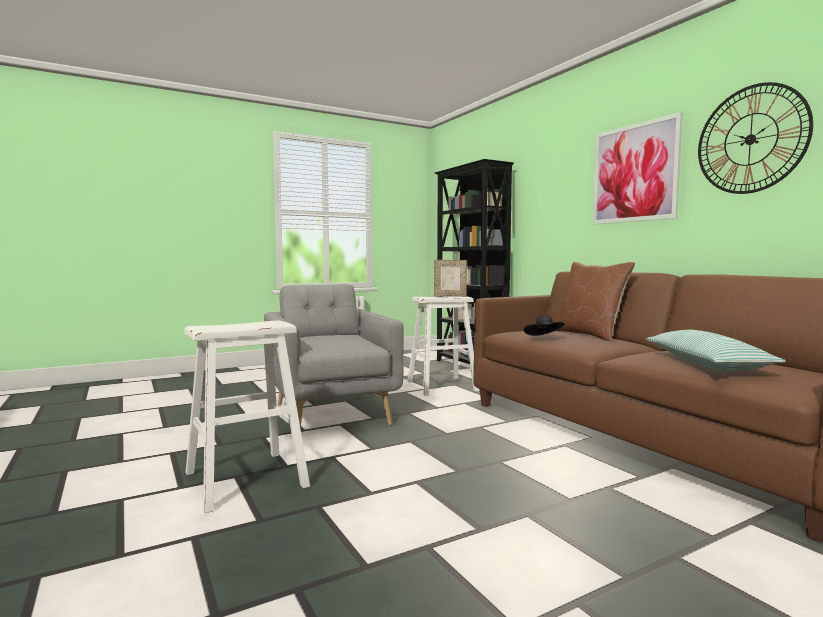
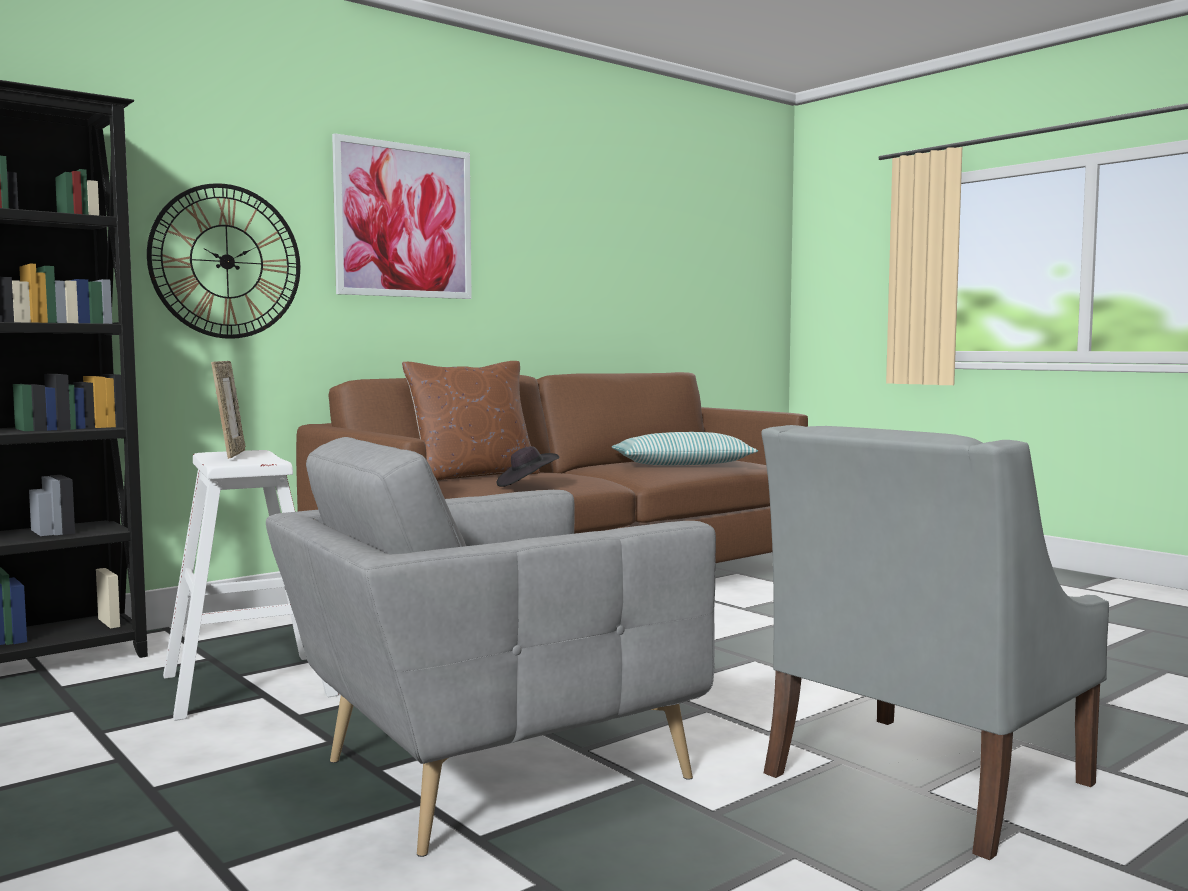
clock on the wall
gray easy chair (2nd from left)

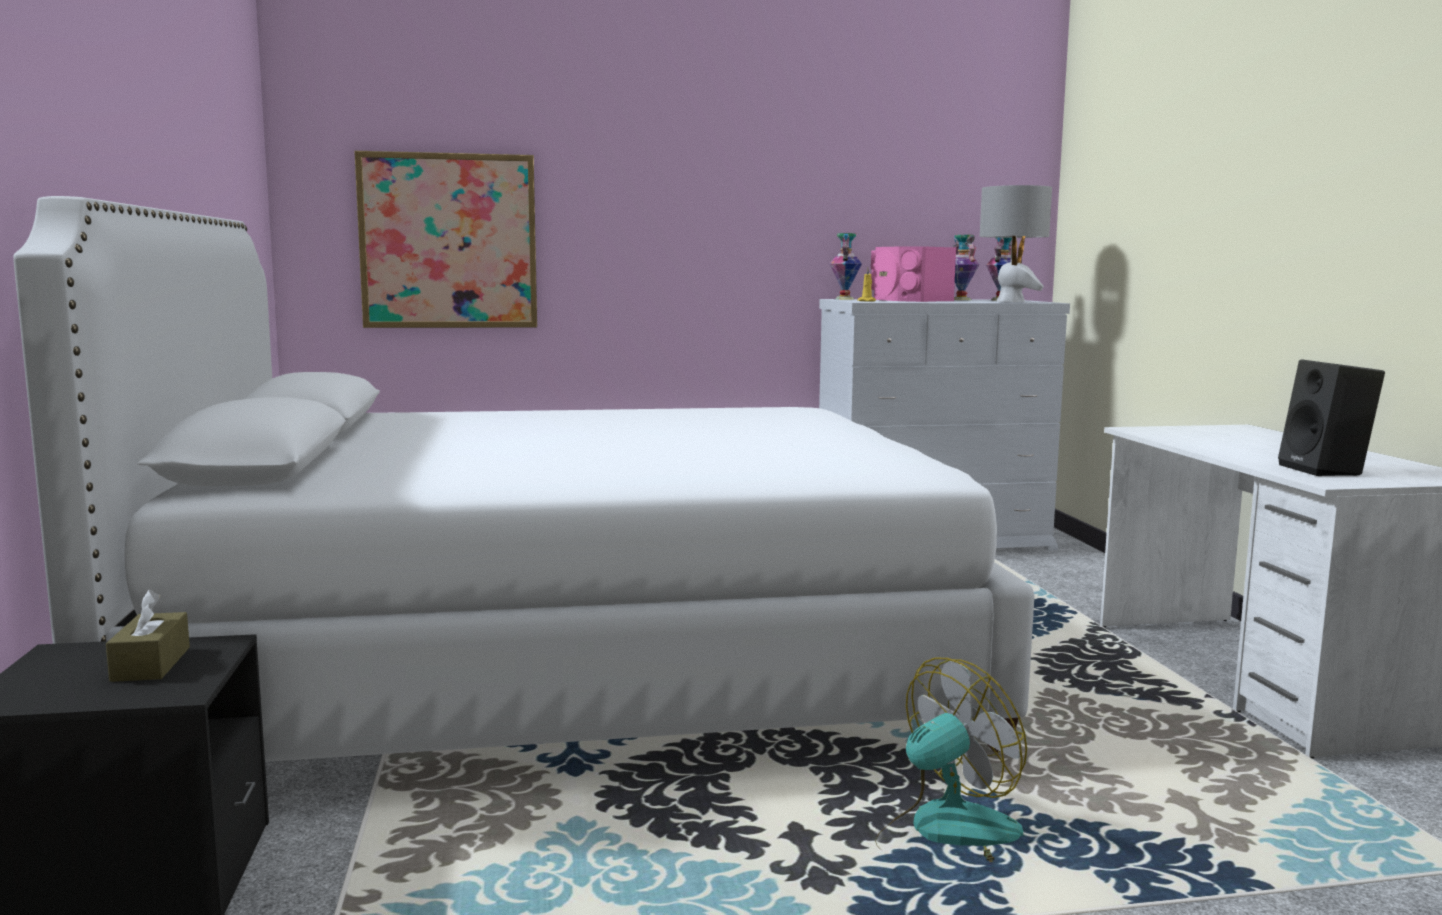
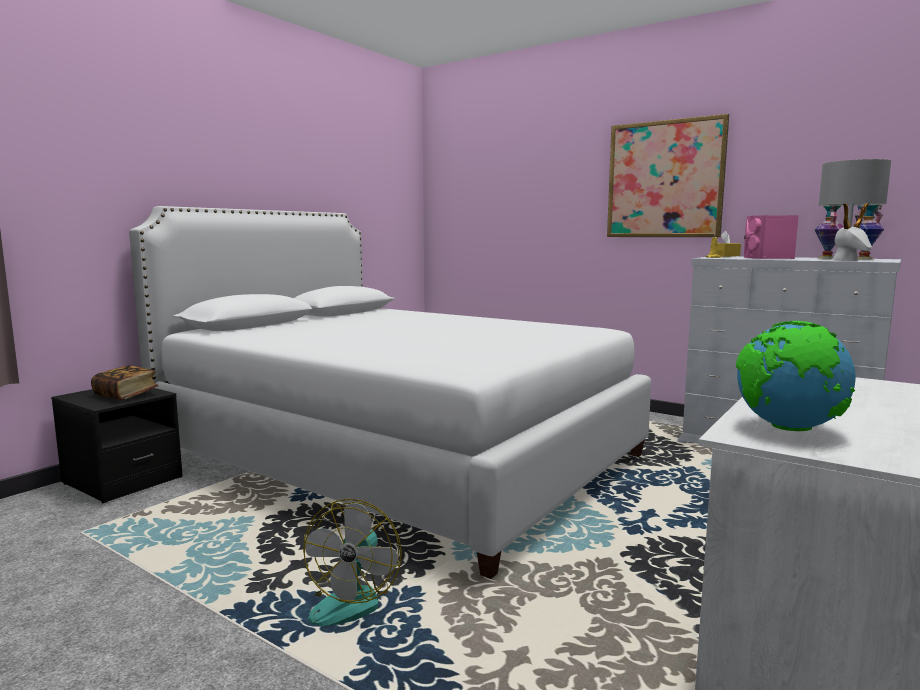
wall art
yellow box of tissues
globe
bound book
fan

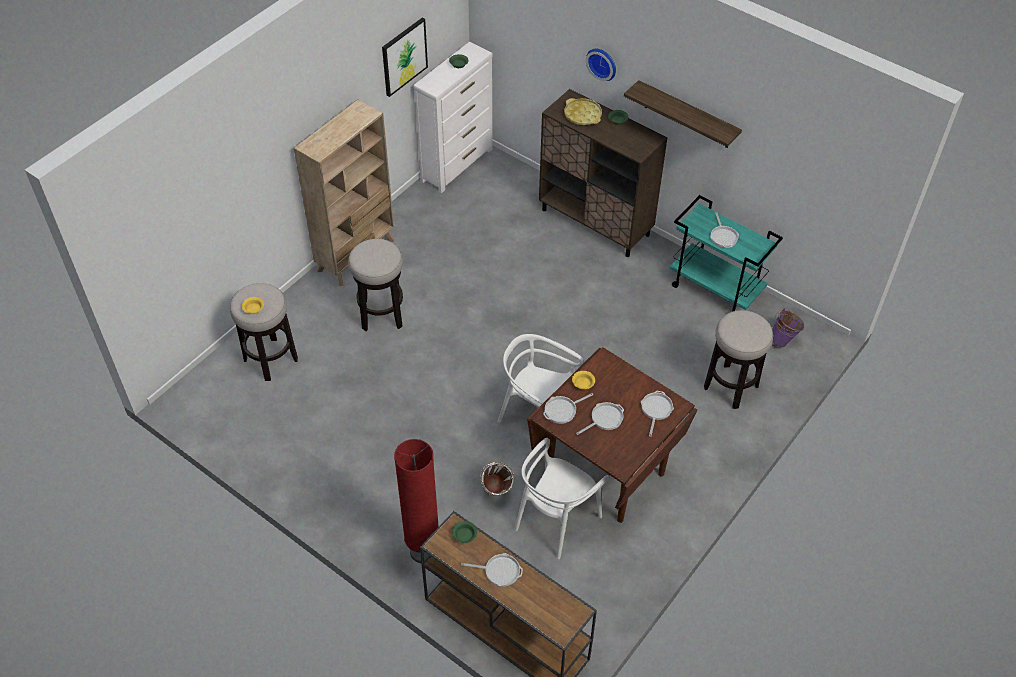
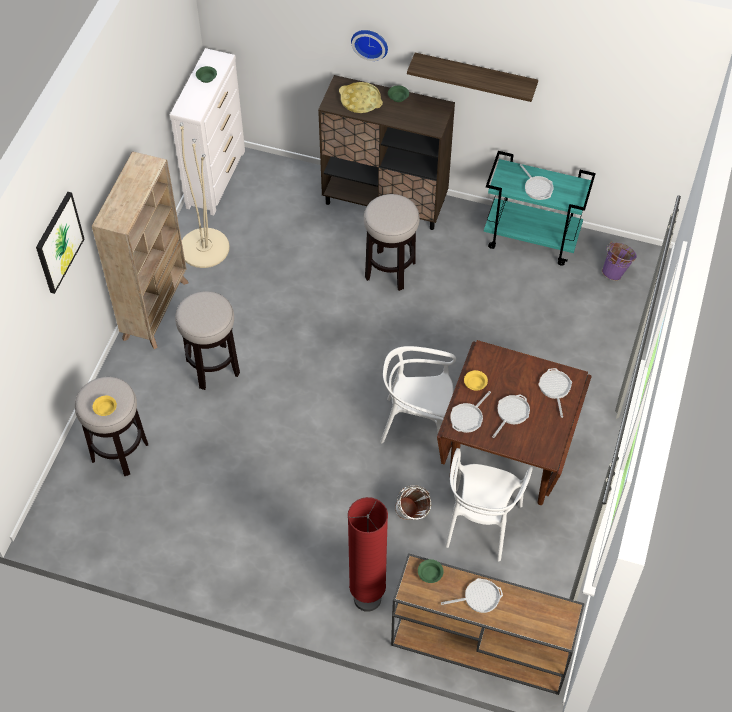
wall art
sitting stool (3rd from left)
sand-coloured floor lamp

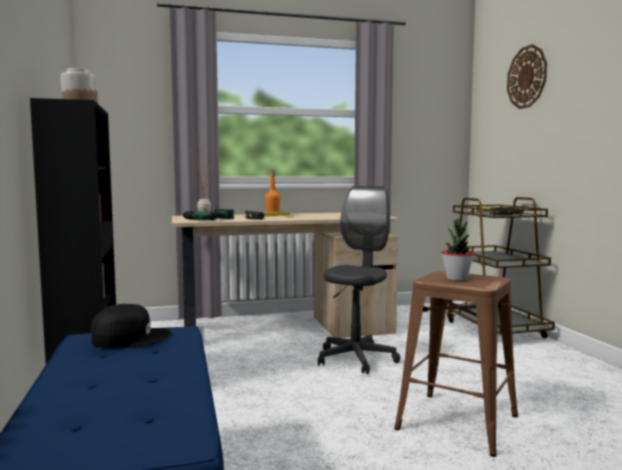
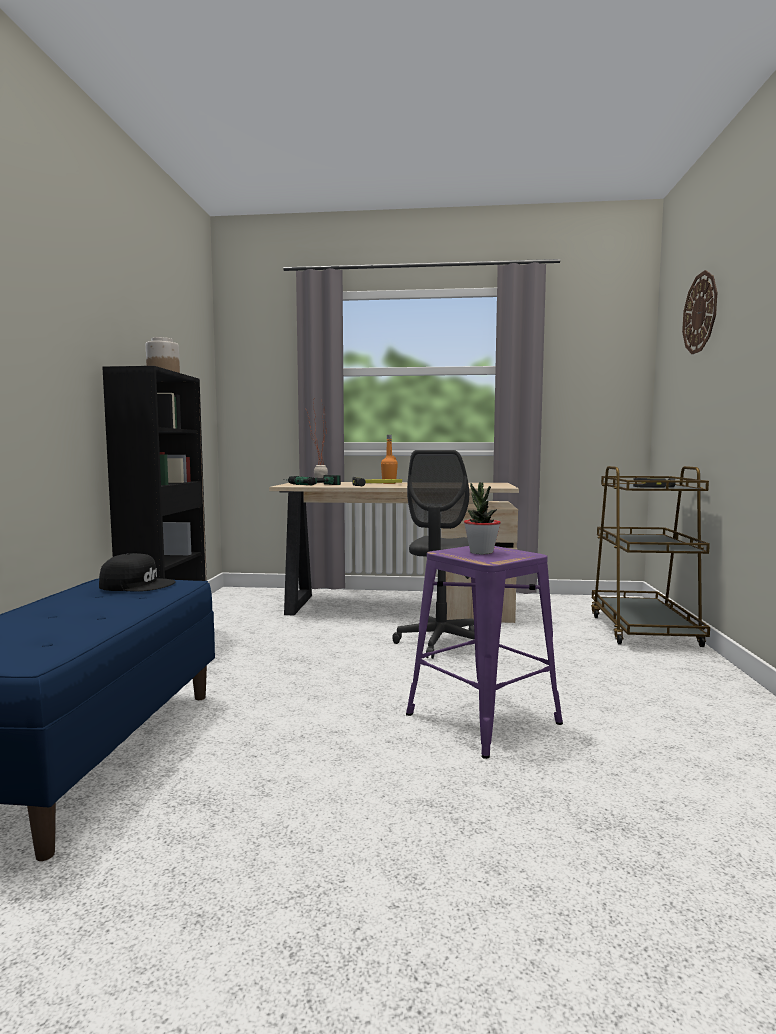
gray office chair
purplish sitting stool

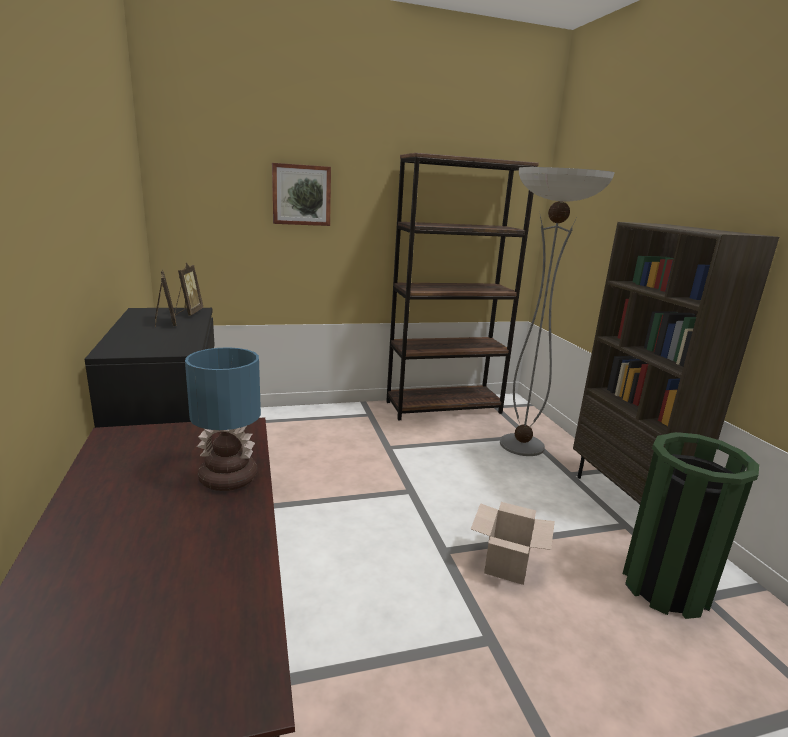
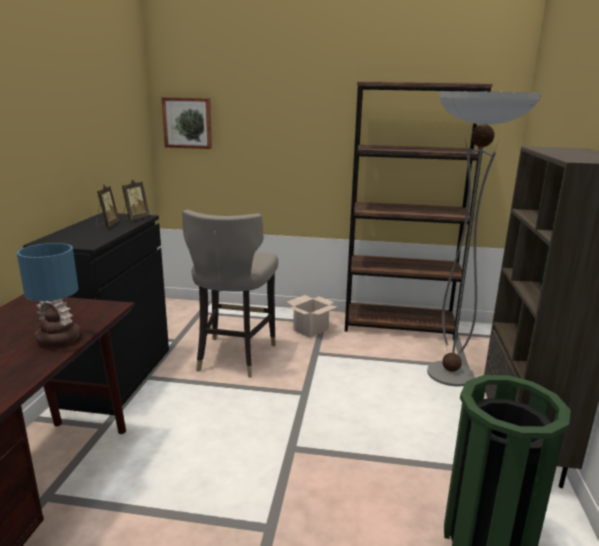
wall art
carton
gray sitting stool

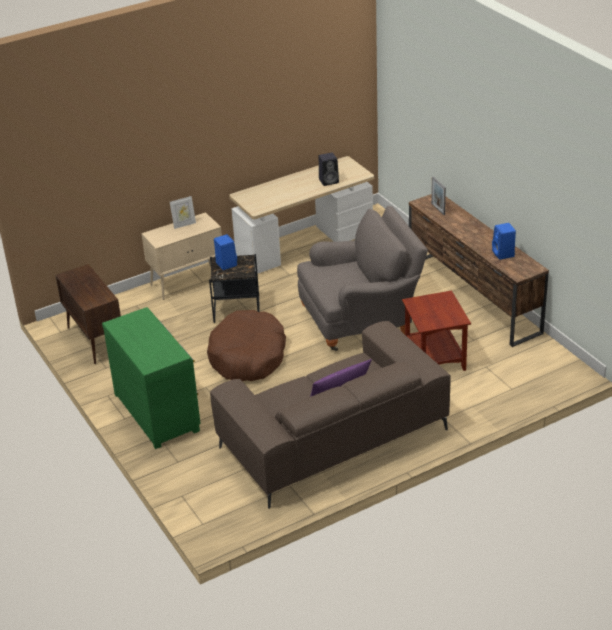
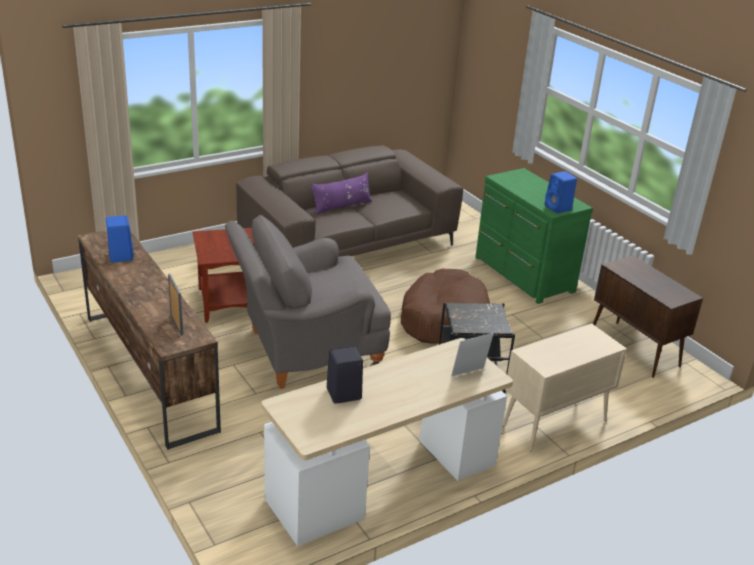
photo frame (2nd from left)
blue audio speaker (2nd from left)

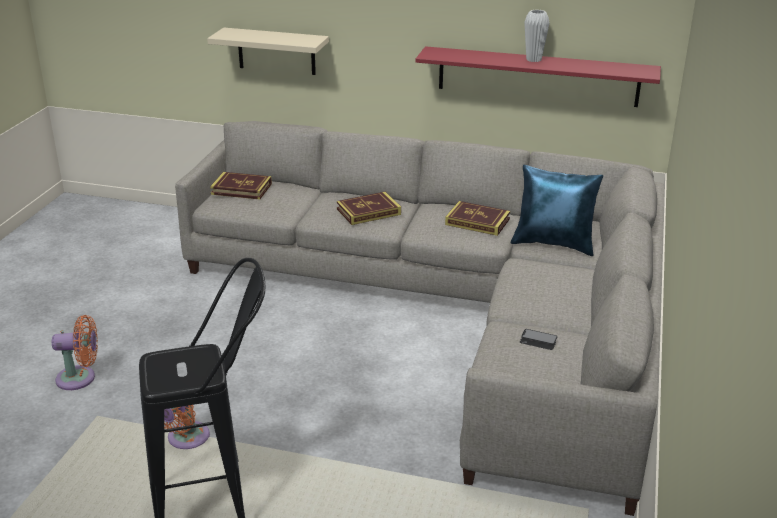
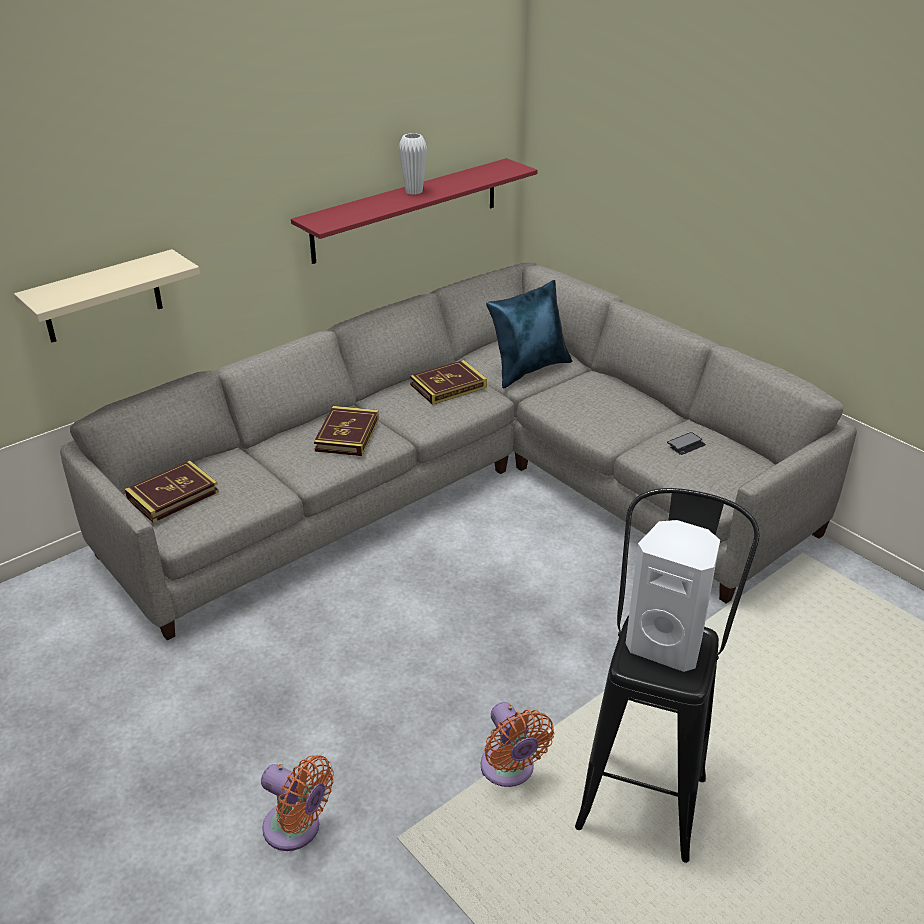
orange-coloured fan (1st from left)
white-coloured audio speaker

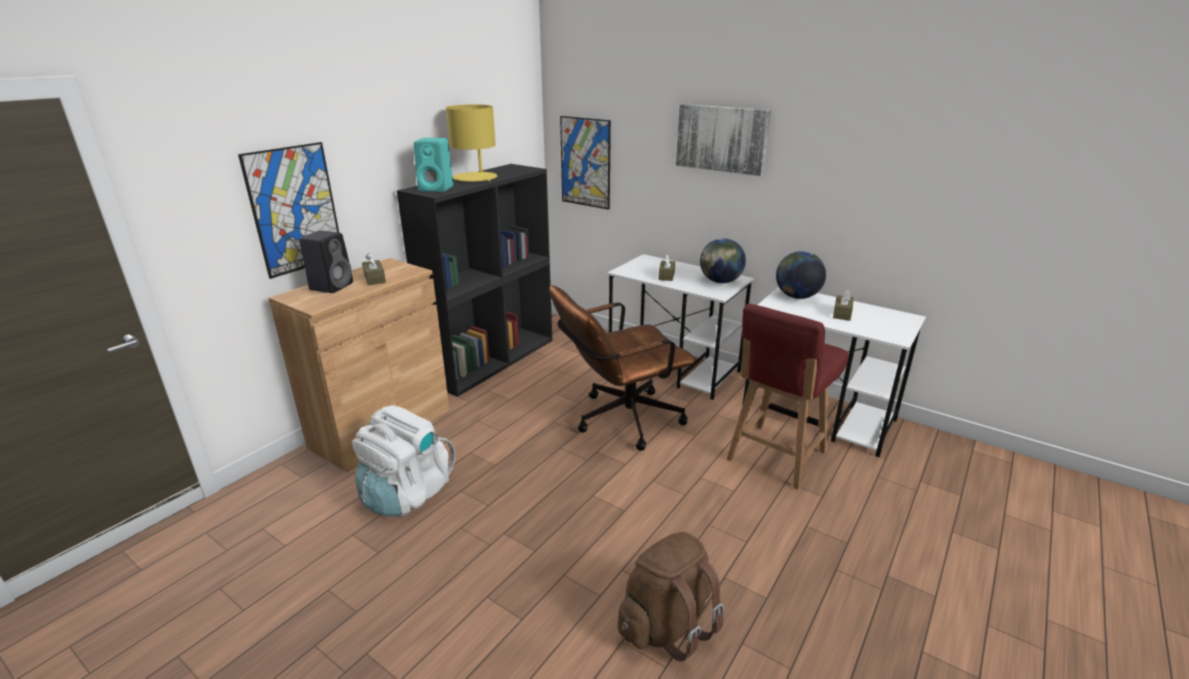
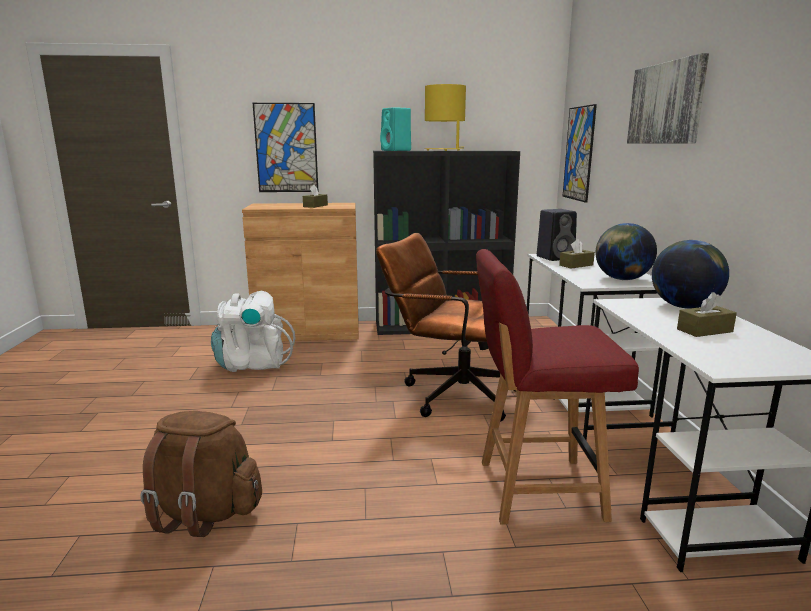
blackish audio speaker

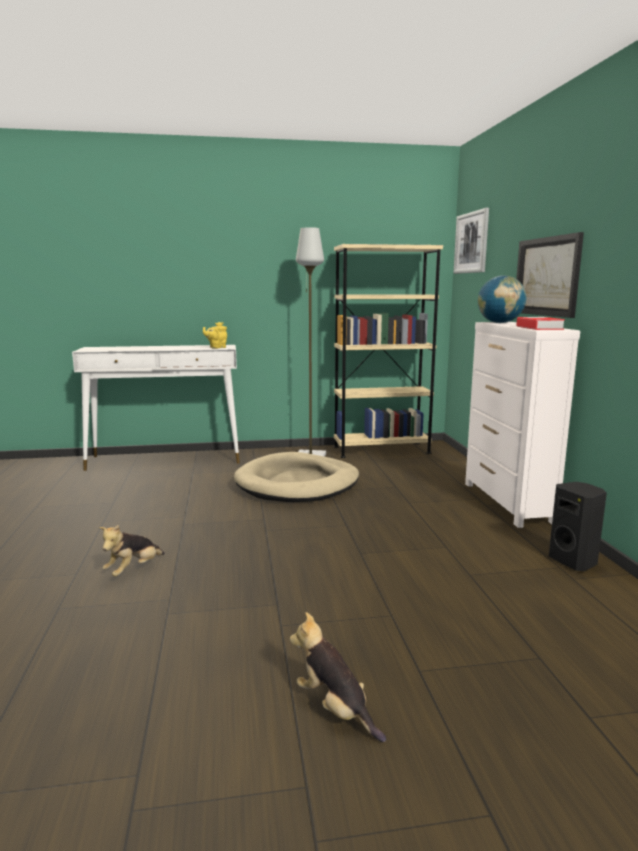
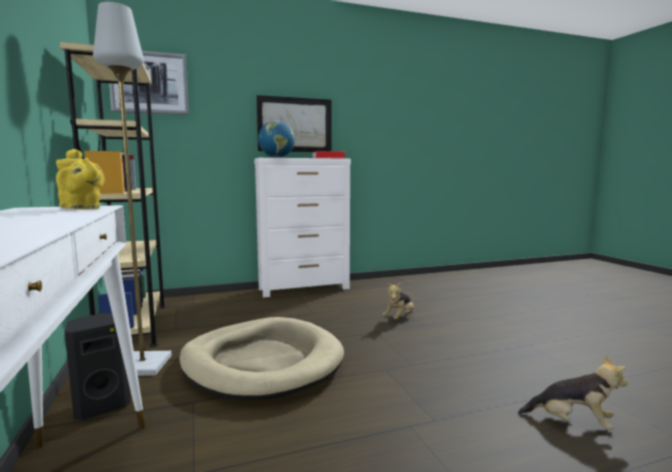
blackish audio speaker
plush toy (1st from left)

